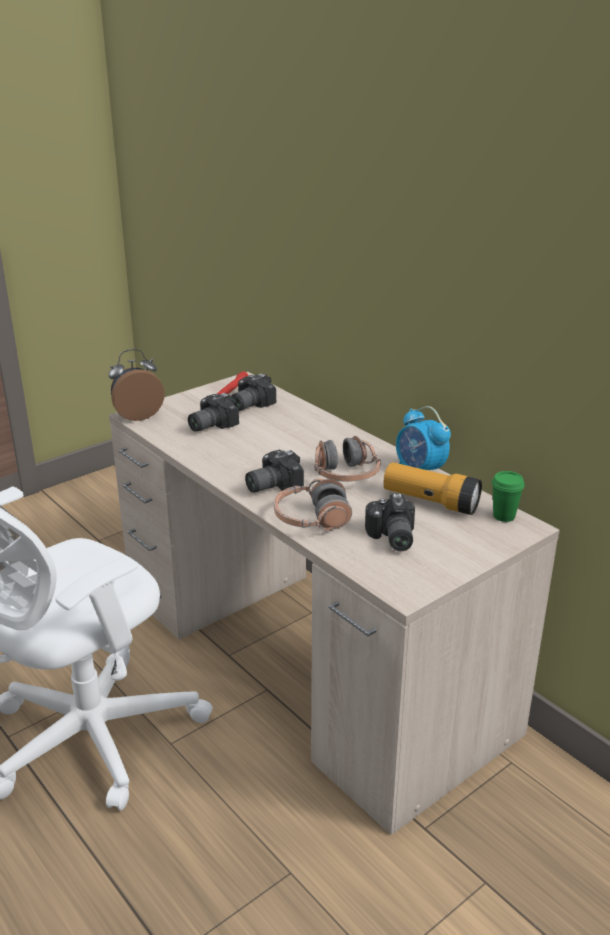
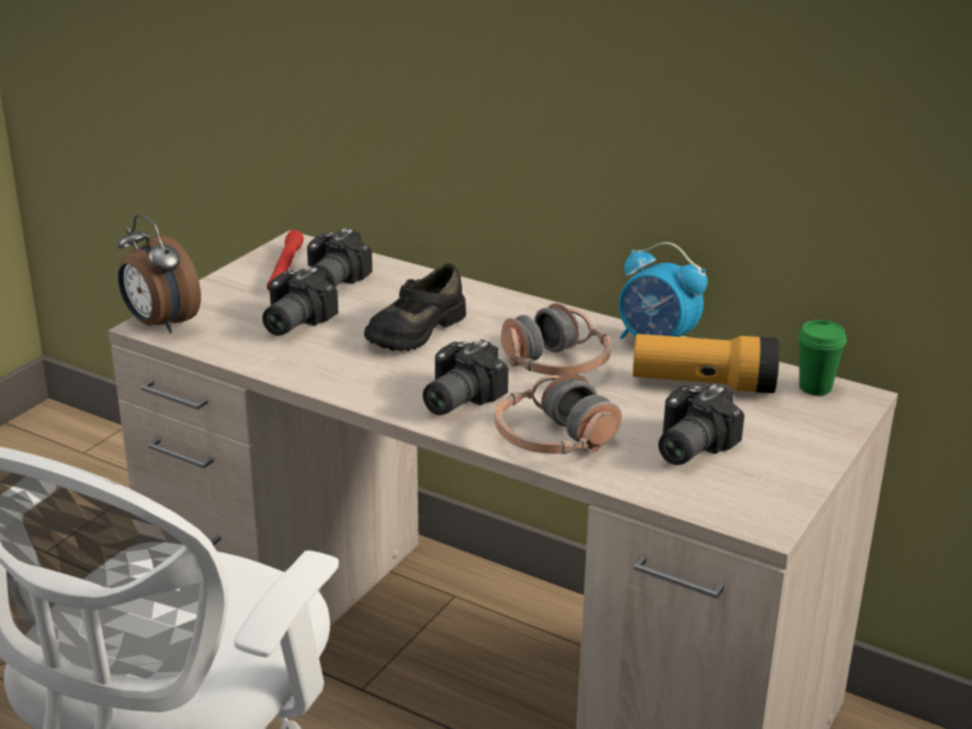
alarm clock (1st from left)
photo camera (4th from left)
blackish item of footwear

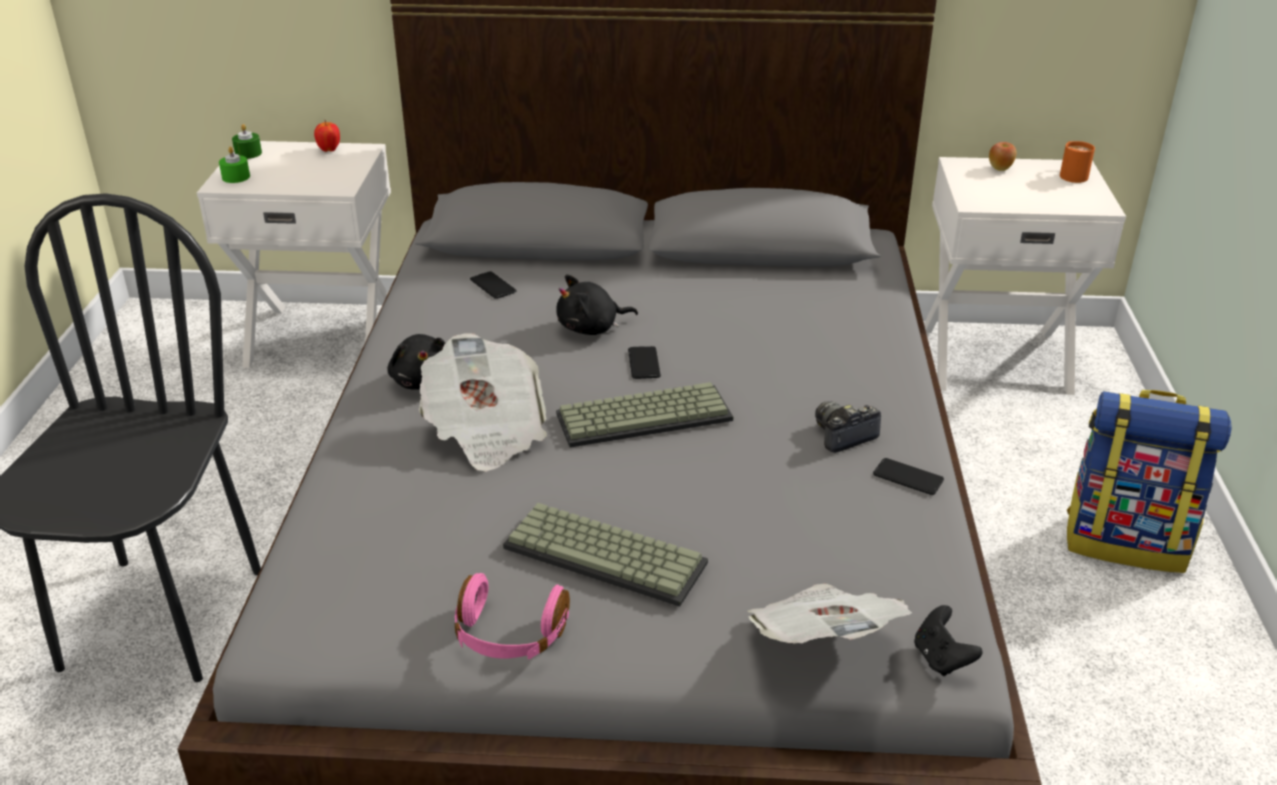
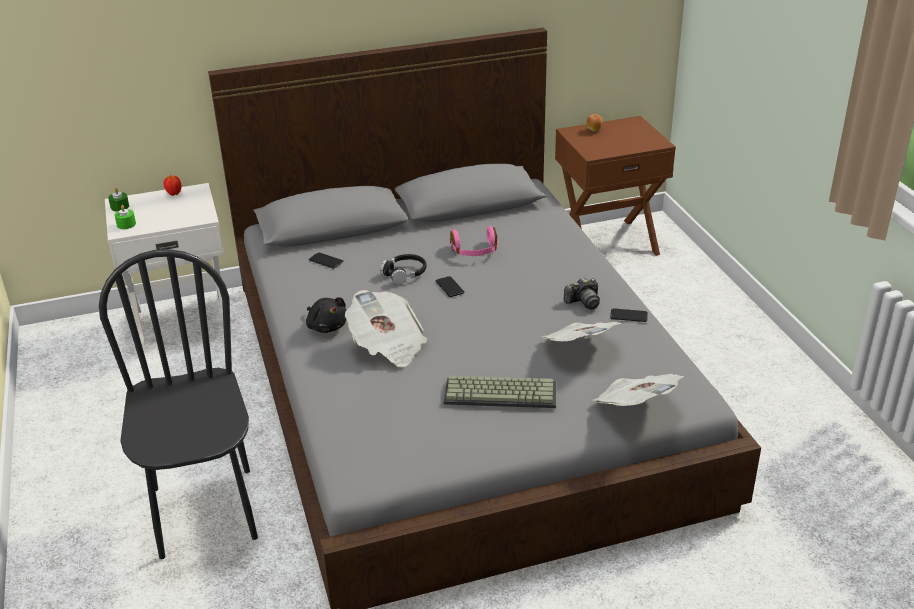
orange-coloured mug
brownish nightstand
blackish headphones
PC keyboard (2nd from left in the first image)
knapsack
photo camera
pink headphones
blackish game controller
newspaper (2nd from left)

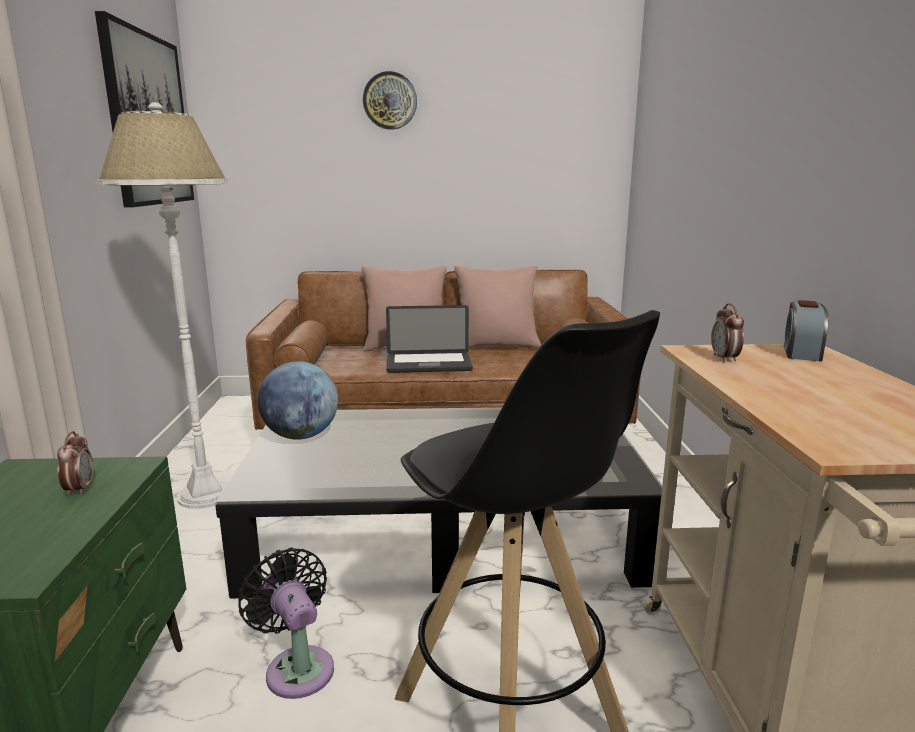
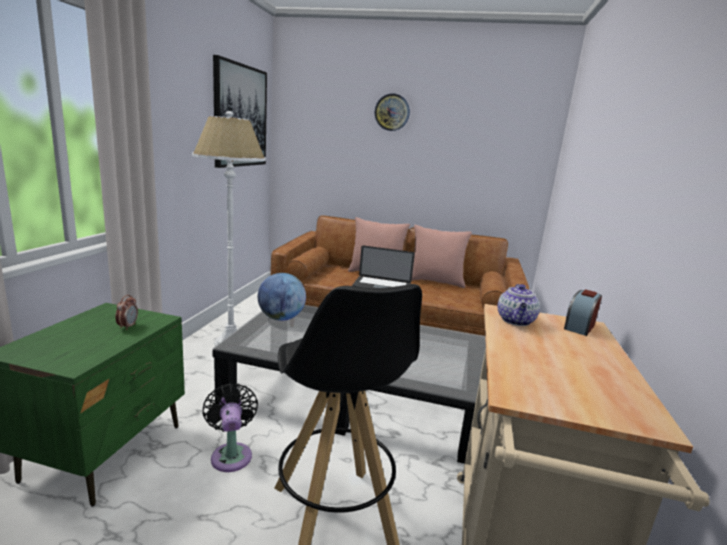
teapot

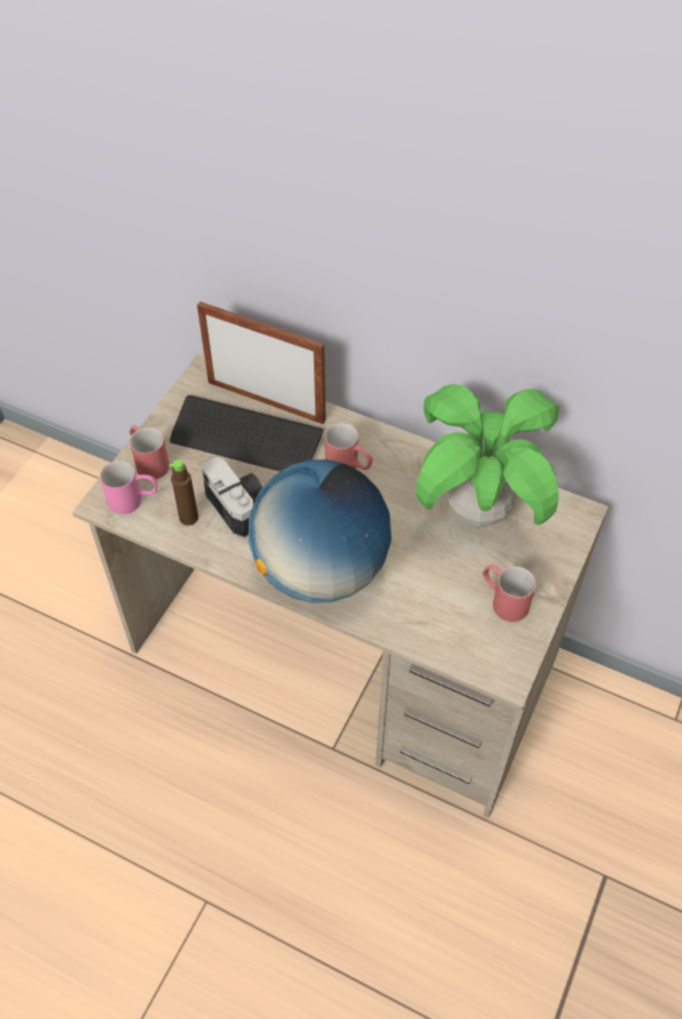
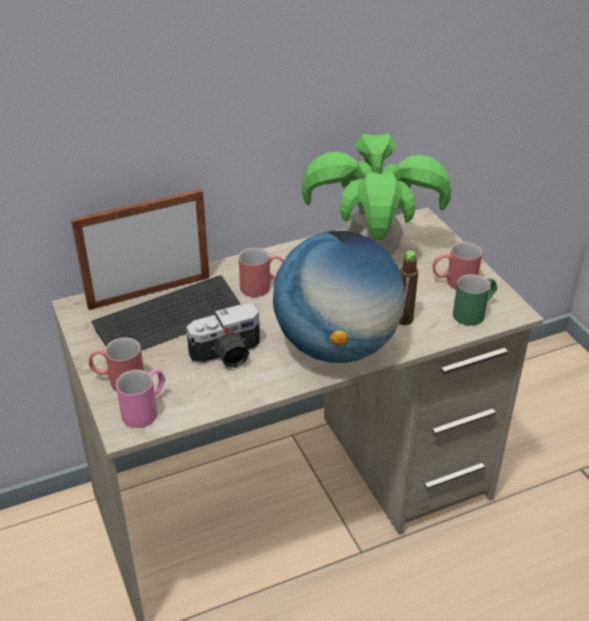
photo camera
brownish drink bottle
greenish mug

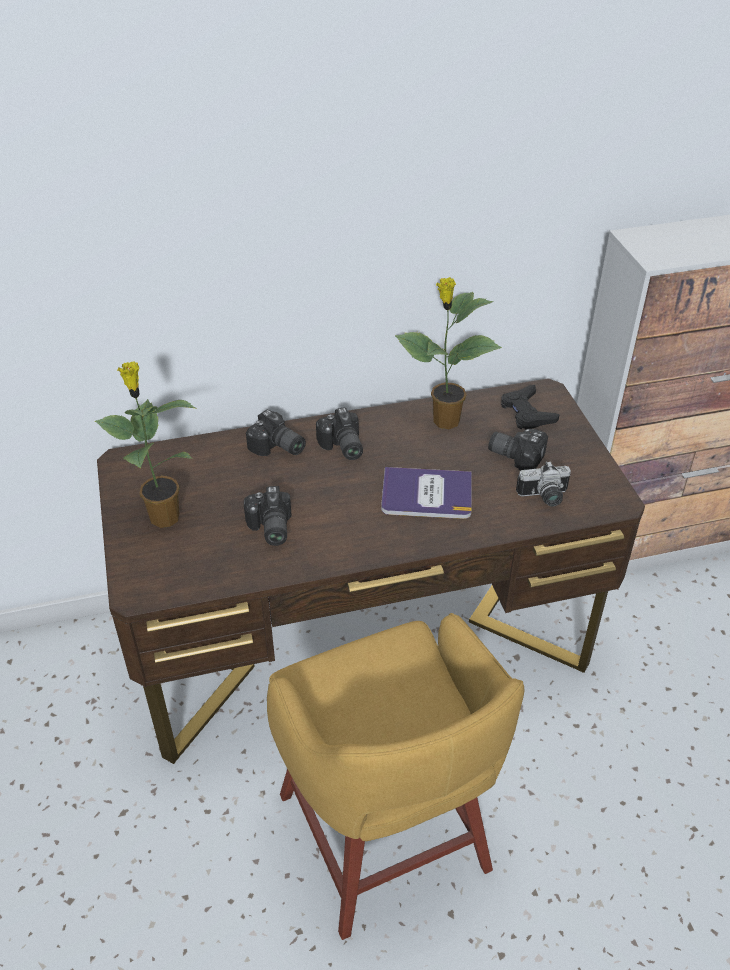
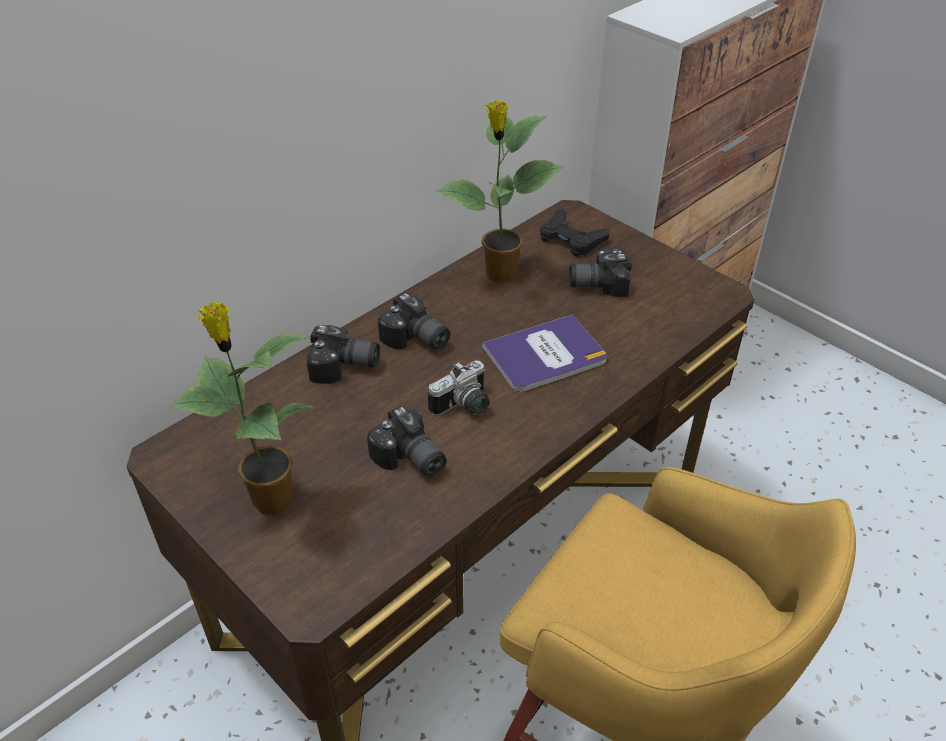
photo camera (4th from left)

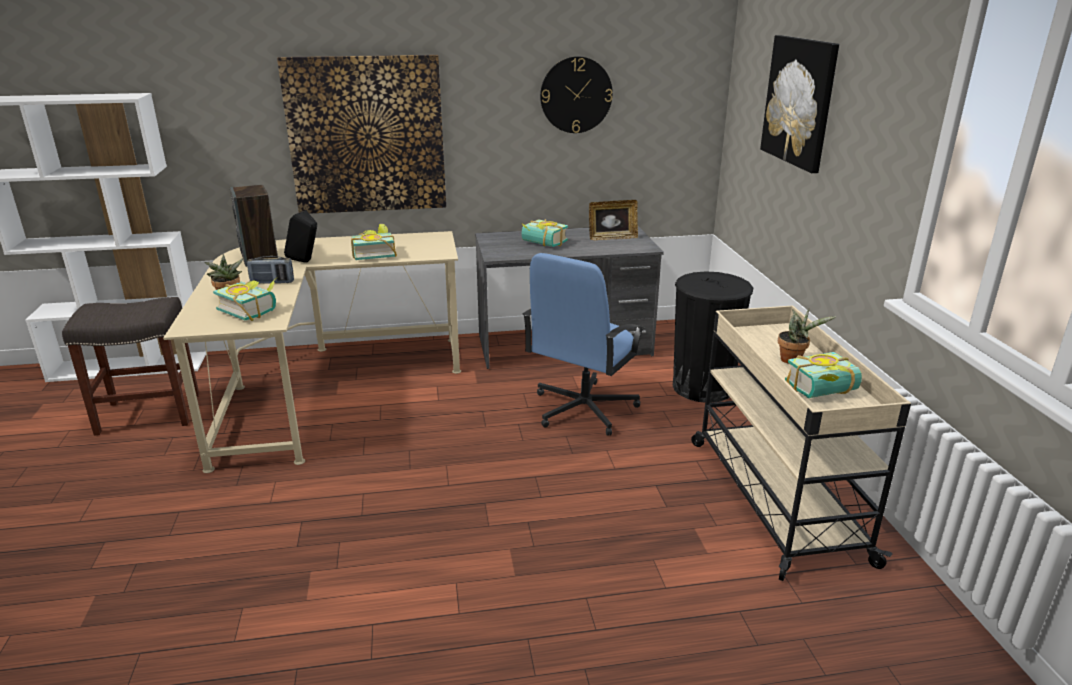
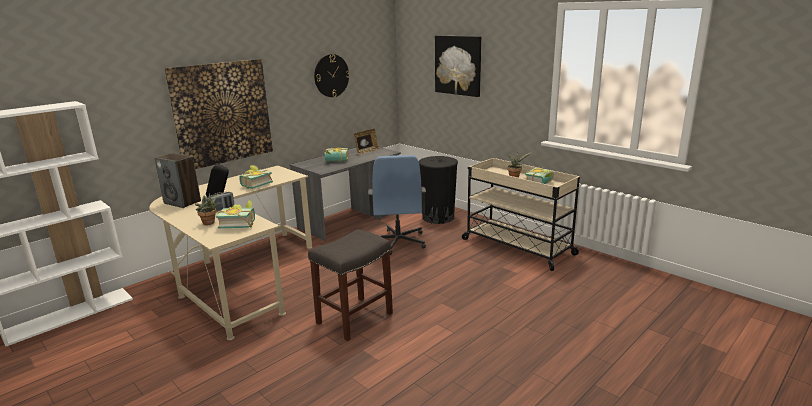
gray sitting stool

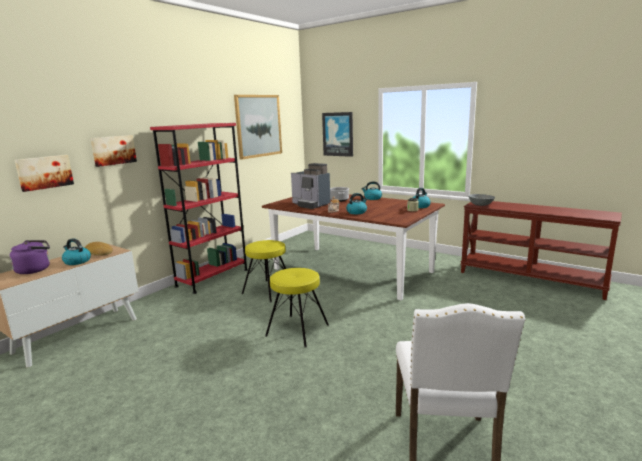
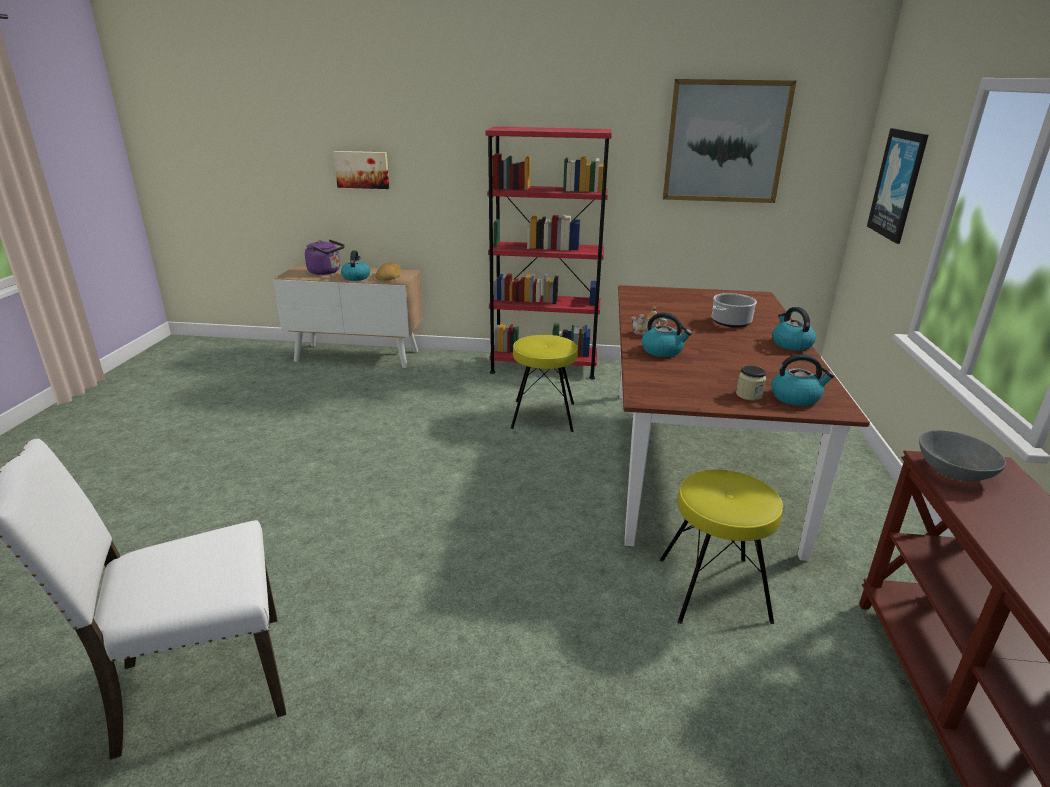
wall art (2nd from left in the first image)
coffee maker
yellow sitting stool (2nd from left)

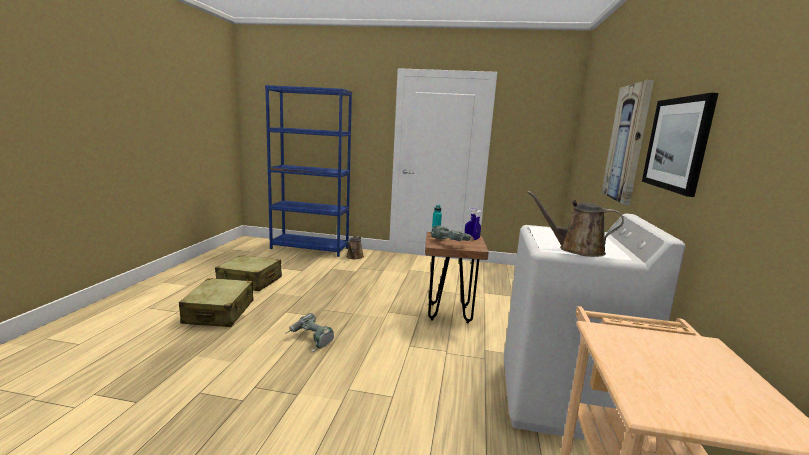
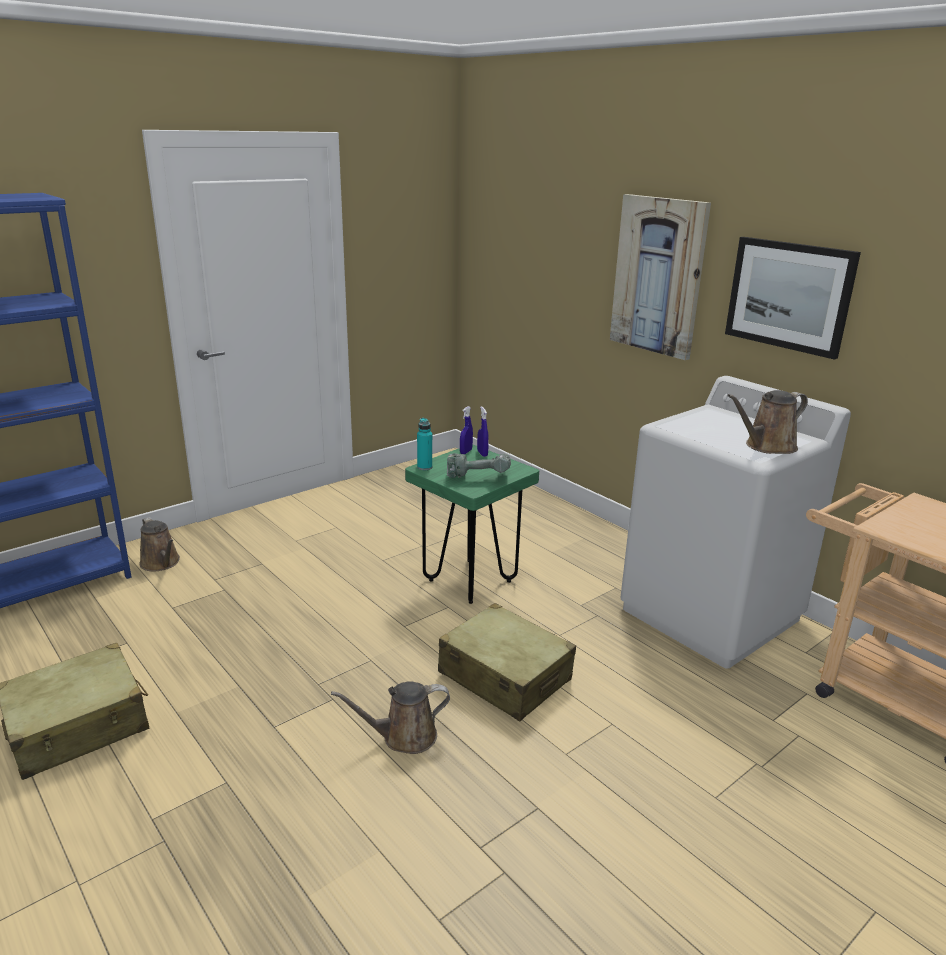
greenish sitting stool
sand-coloured piece of luggage (2nd from left)
brownish sprinkling can (2nd from left)

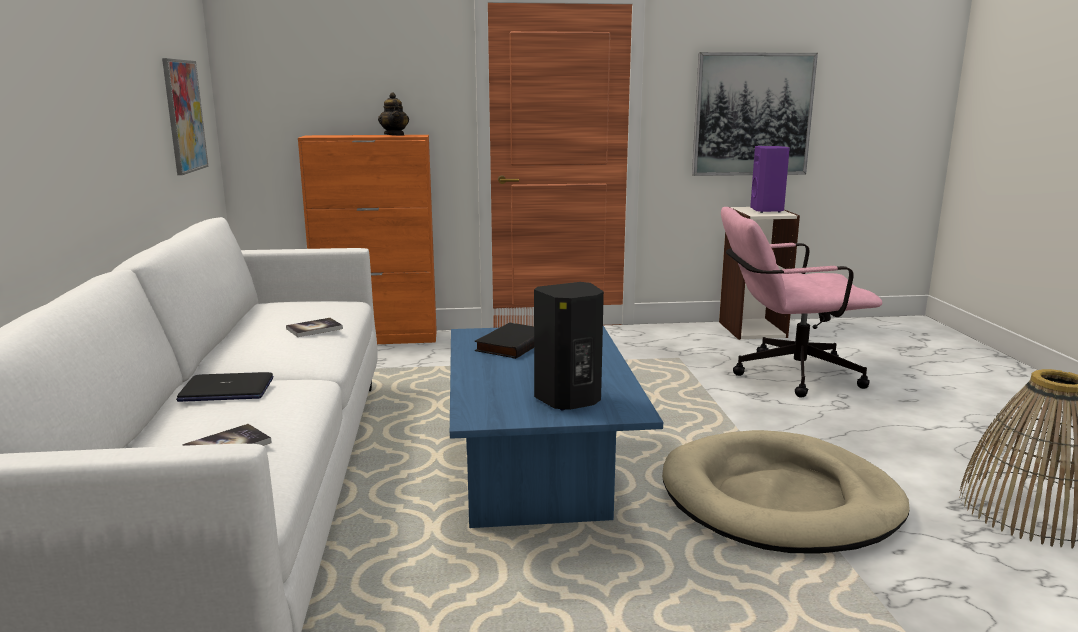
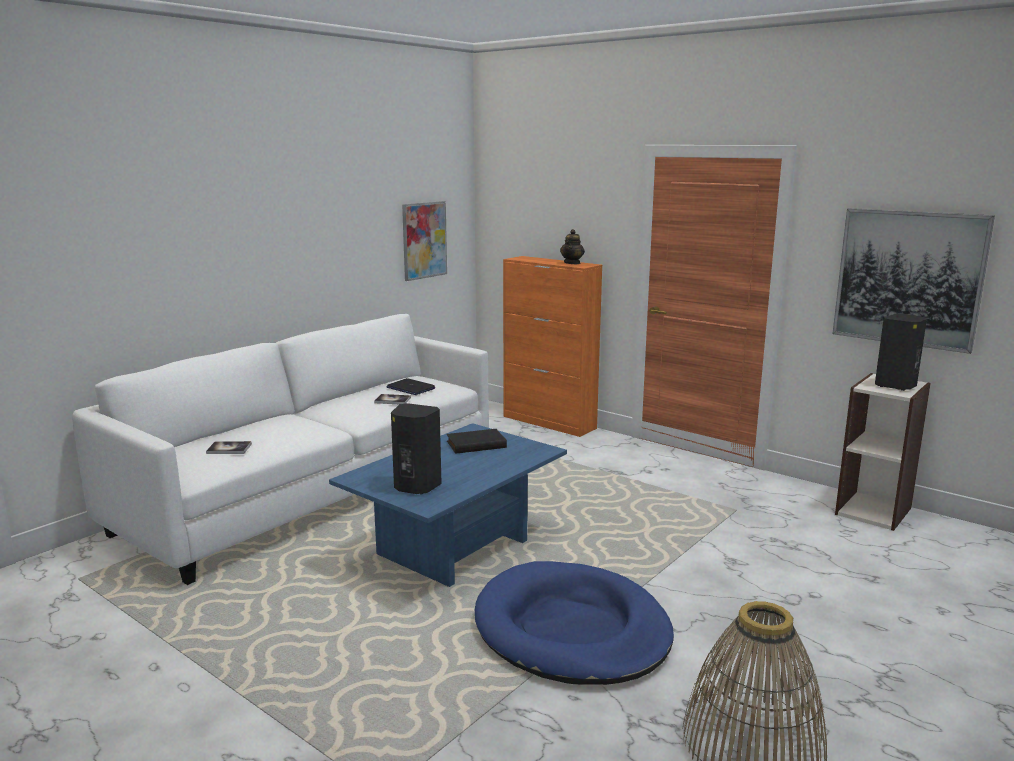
blackish audio speaker (2nd from left)
pink office chair
notebook computer
blue dog bed

